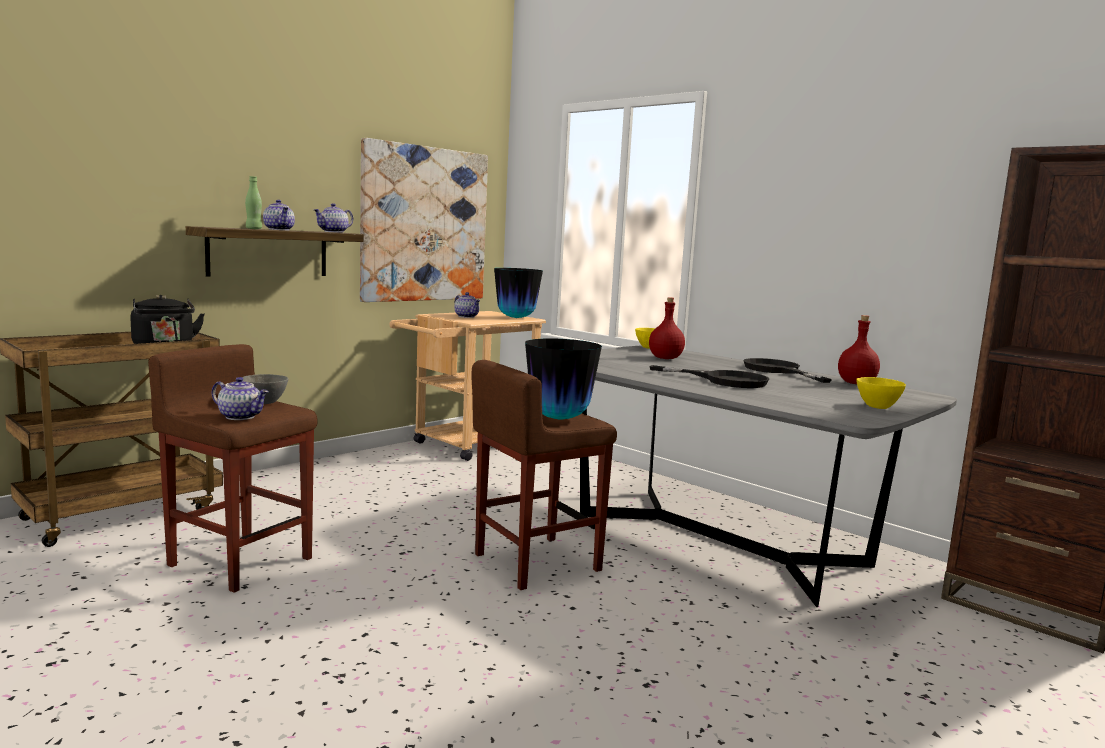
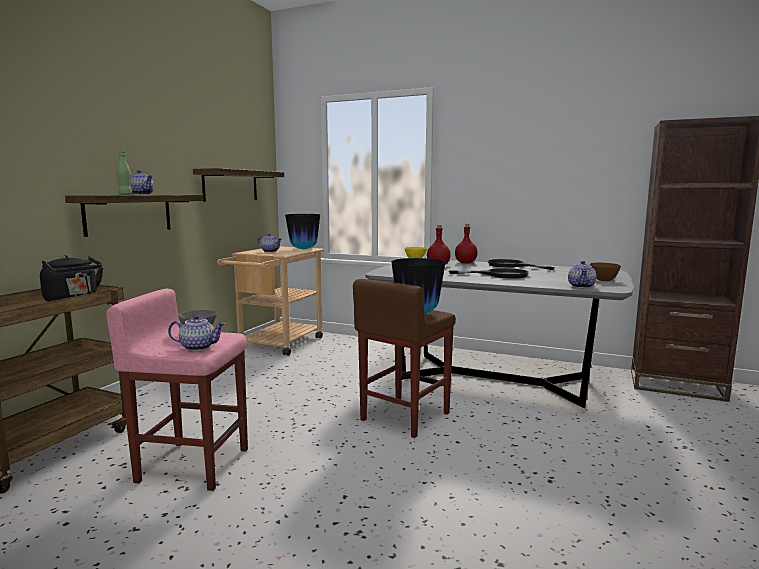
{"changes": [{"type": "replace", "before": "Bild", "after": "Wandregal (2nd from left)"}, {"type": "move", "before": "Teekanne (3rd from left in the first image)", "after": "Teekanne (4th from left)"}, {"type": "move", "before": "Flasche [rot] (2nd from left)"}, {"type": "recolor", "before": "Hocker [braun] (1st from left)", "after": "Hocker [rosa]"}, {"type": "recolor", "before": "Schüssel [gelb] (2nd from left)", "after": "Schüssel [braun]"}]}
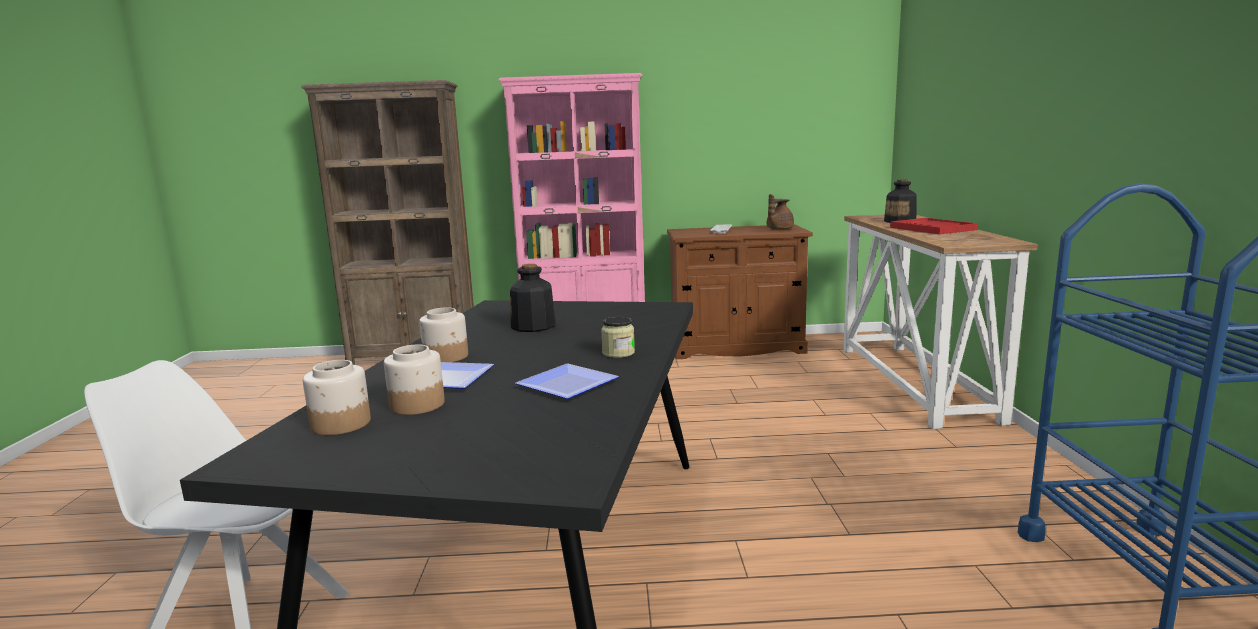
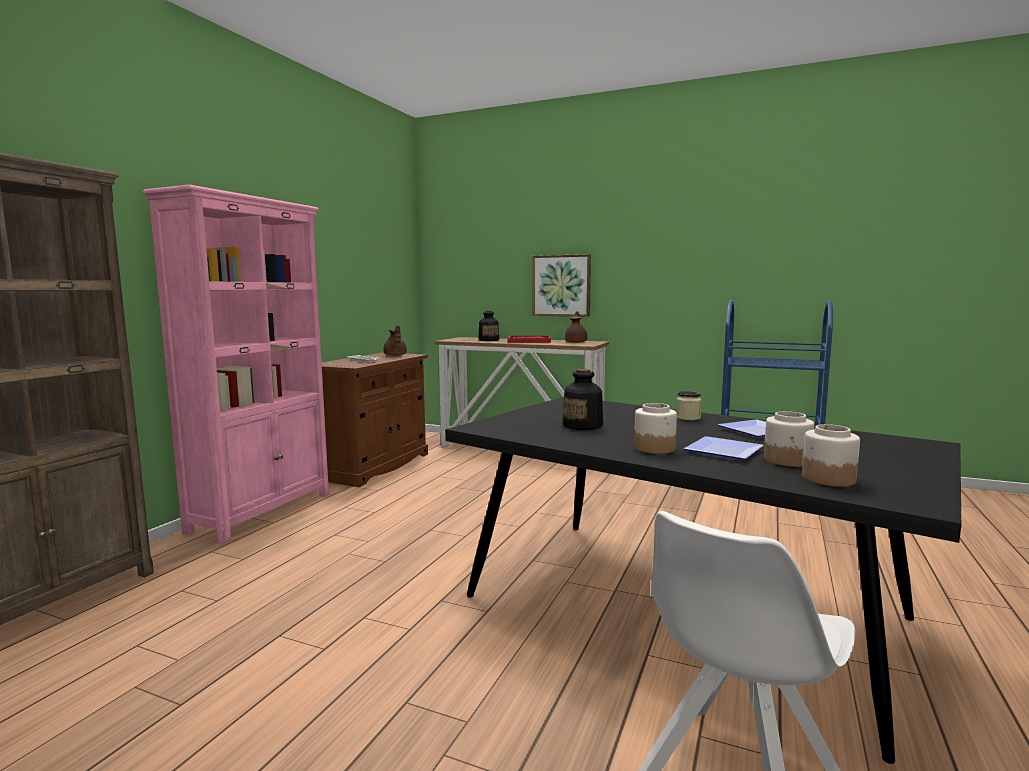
{"changes": [{"type": "insert", "after": "Bild"}, {"type": "insert", "after": "Teekanne [braun] (2nd from left)"}]}
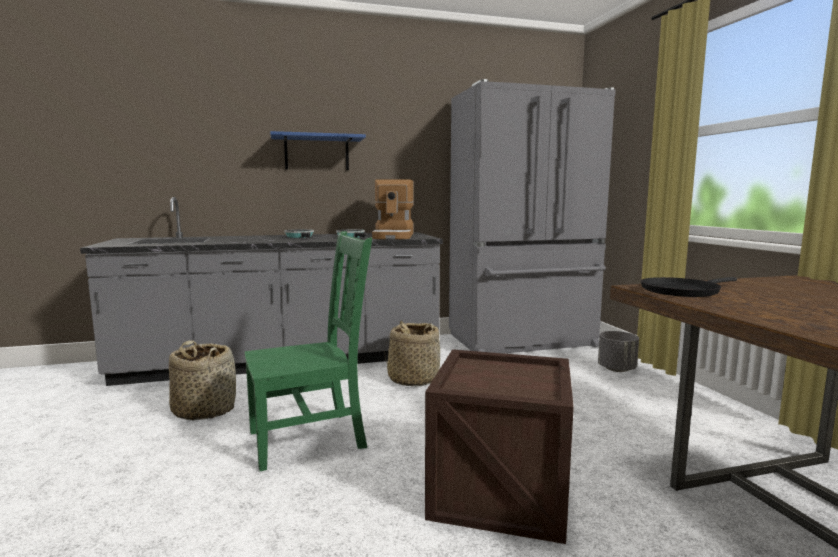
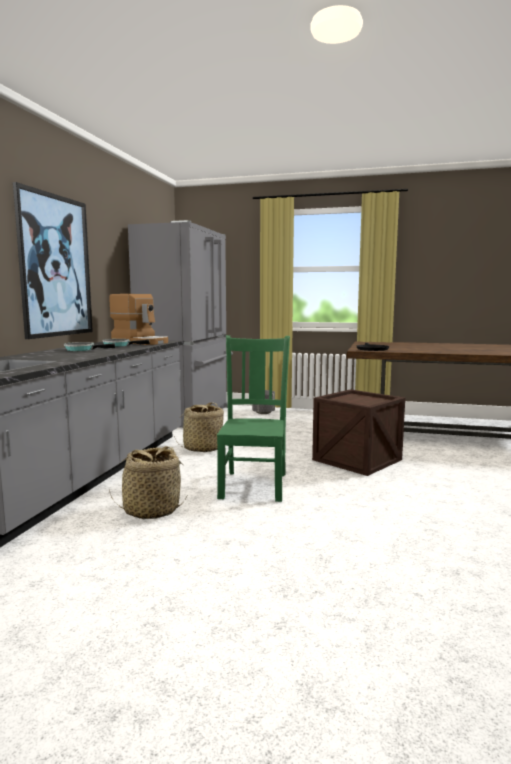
{"changes": [{"type": "replace", "before": "Wandregal [blau]", "after": "Bild"}]}
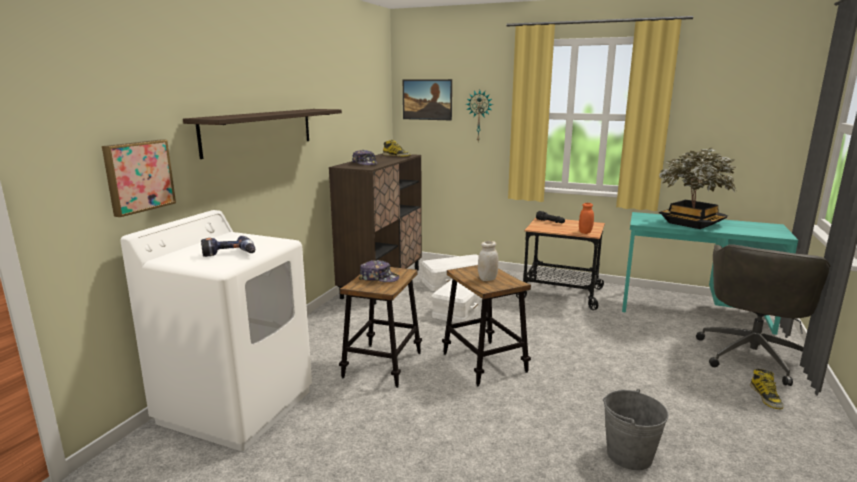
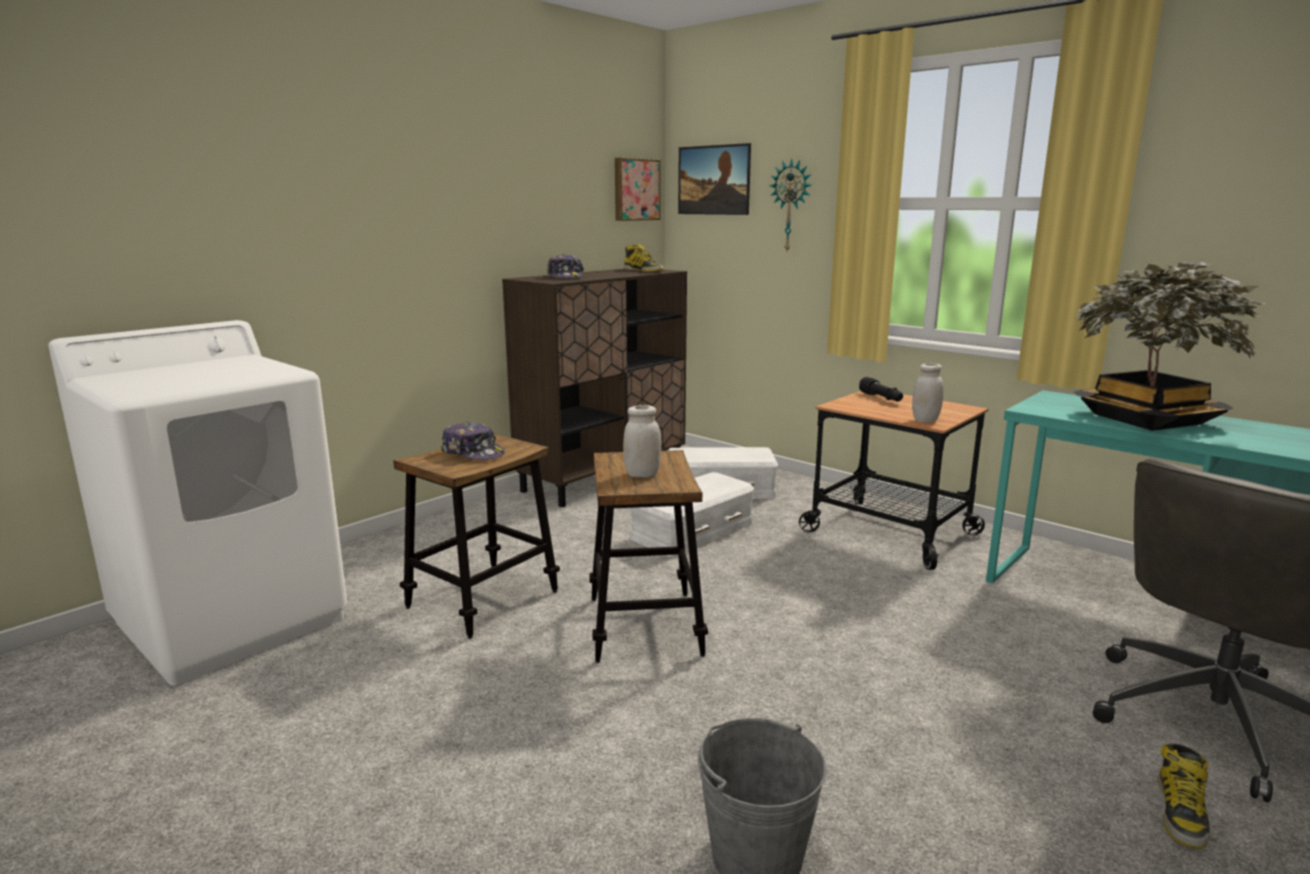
{"changes": [{"type": "delete", "before": "Wandregal"}, {"type": "move", "before": "Bild (1st from left)"}, {"type": "recolor", "before": "Vorratsglas [orange]", "after": "Vorratsglas [weiß] (2nd from left)"}, {"type": "delete", "before": "Bohrmaschine"}]}
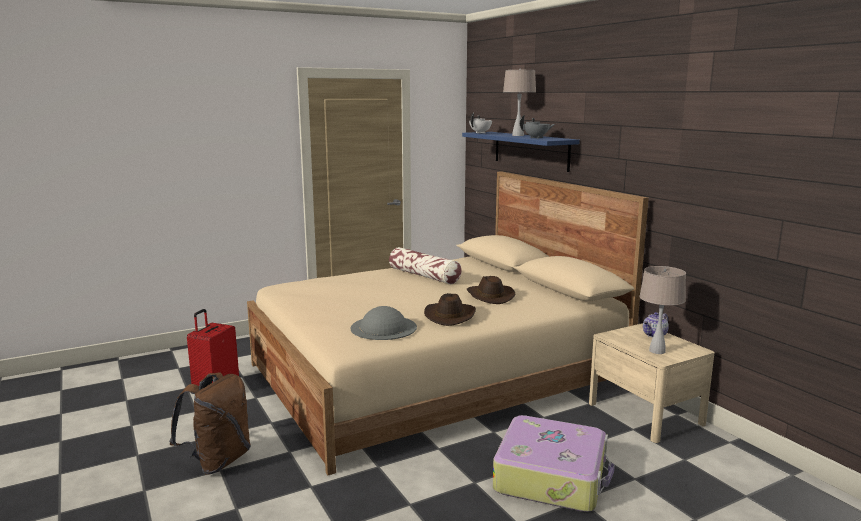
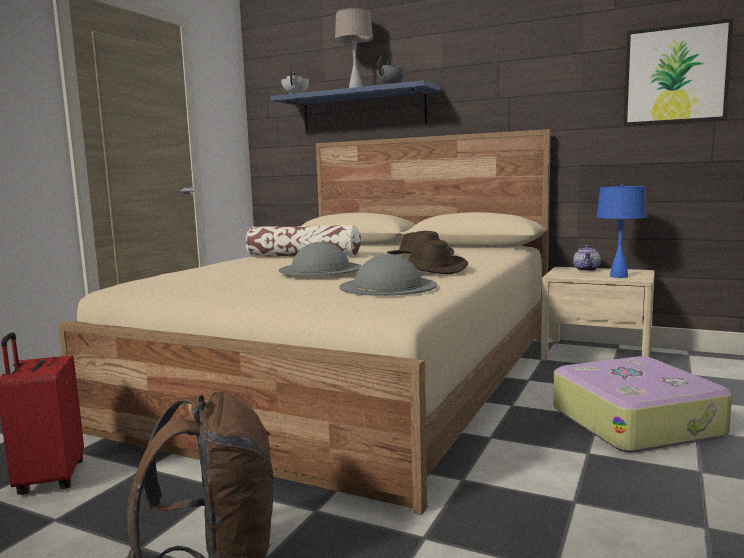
{"changes": [{"type": "recolor", "before": "Tischlampe [beige] (2nd from left)", "after": "Tischlampe [blau]"}, {"type": "insert", "after": "Bild"}, {"type": "insert", "after": "Hut [grau] (1st from left)"}]}
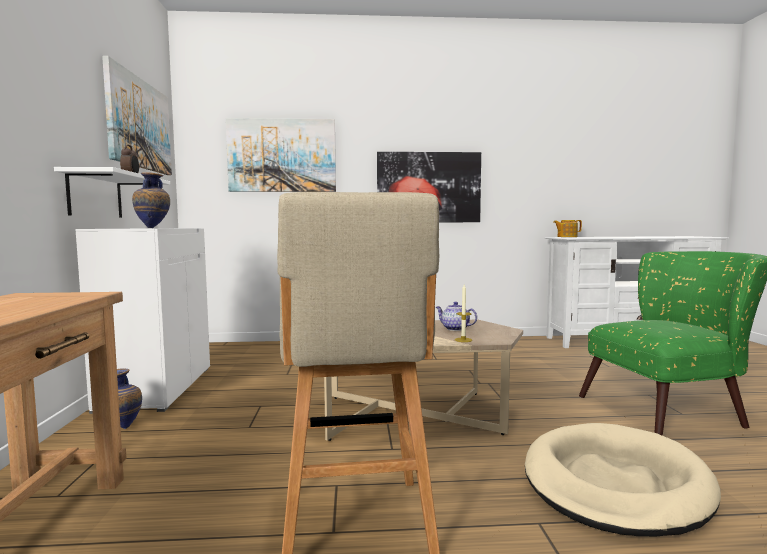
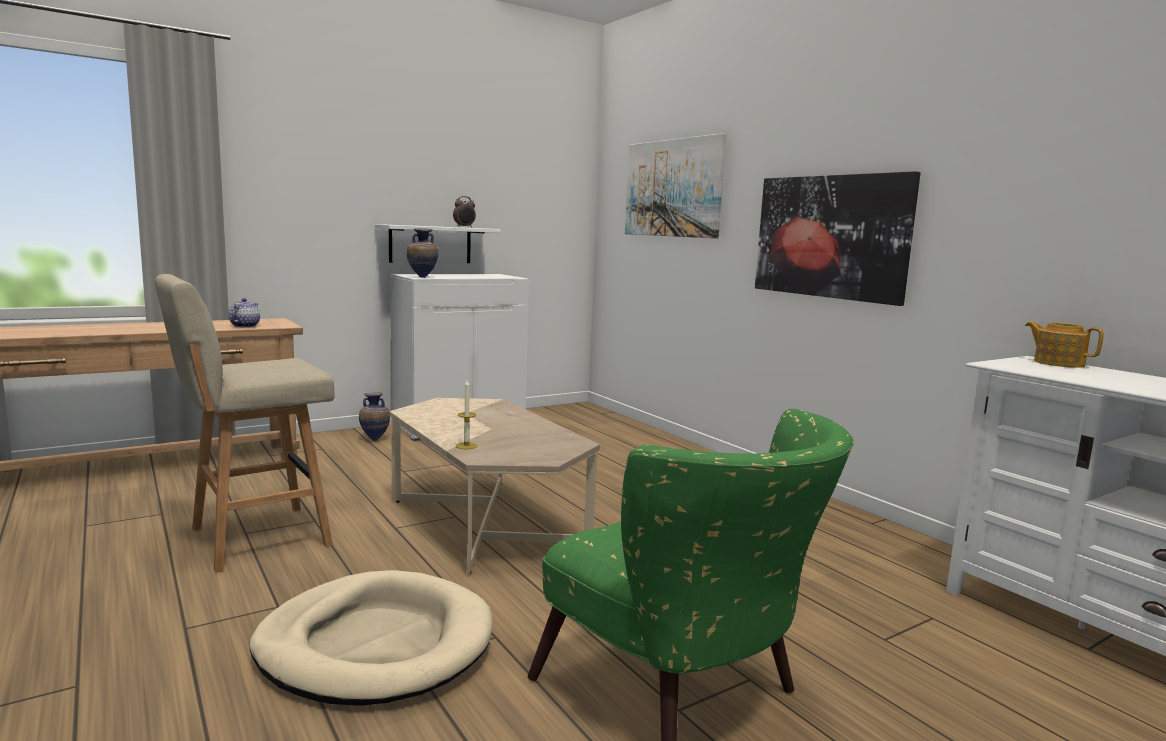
{"changes": [{"type": "delete", "before": "Bild (1st from left)"}, {"type": "move", "before": "Teekanne (1st from left)"}]}
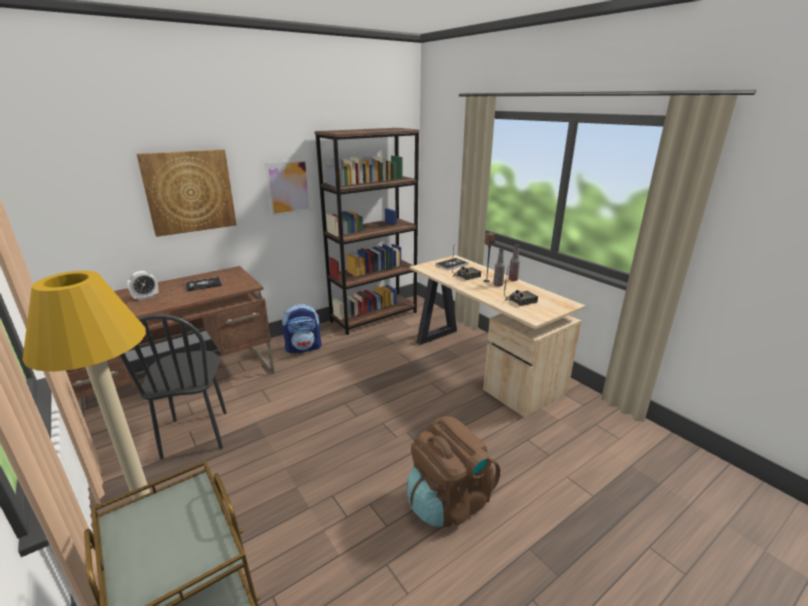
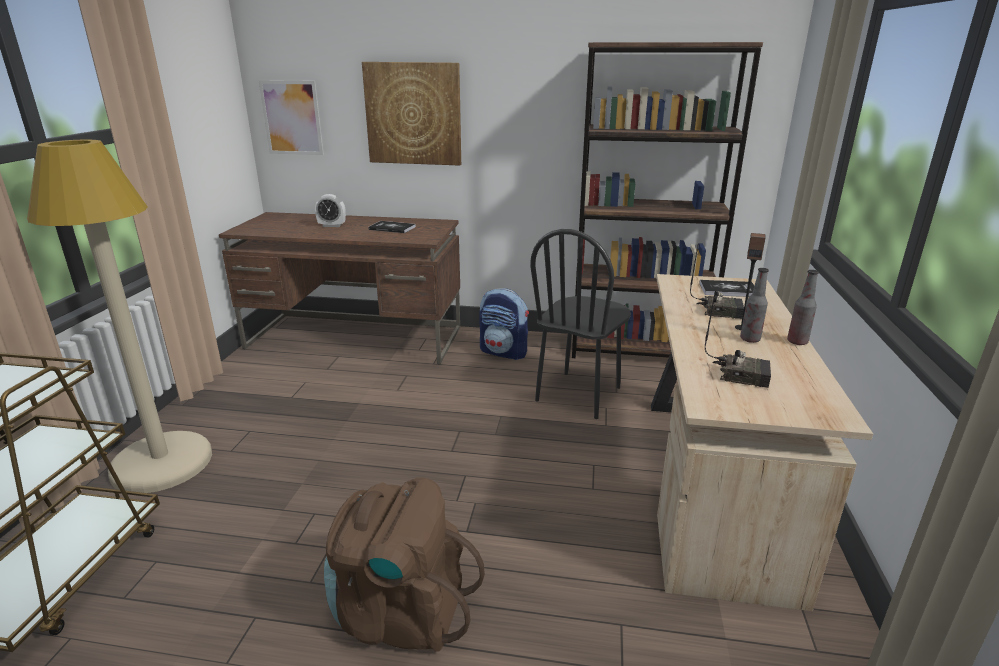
{"changes": [{"type": "move", "before": "Bild (2nd from left in the first image)", "after": "Bild (1st from left)"}, {"type": "move", "before": "Stuhl [schwarz]"}]}
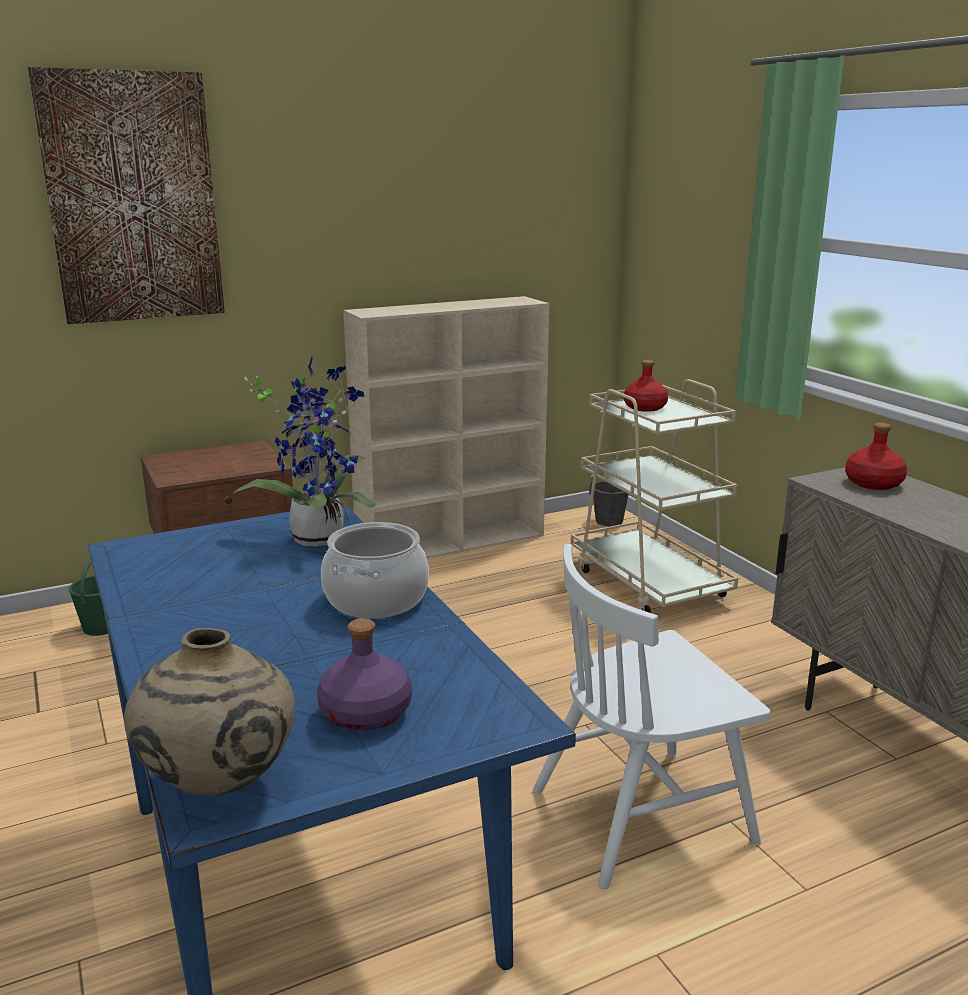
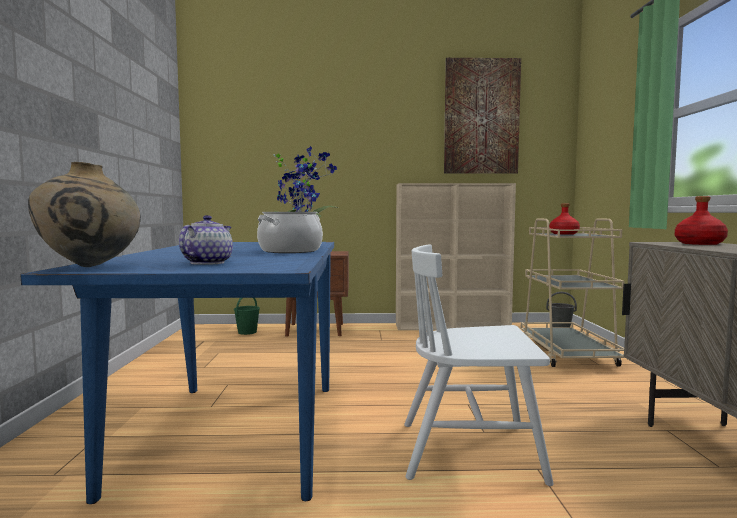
{"changes": [{"type": "move", "before": "Bild"}, {"type": "replace", "before": "Flasche [lila]", "after": "Teekanne"}]}
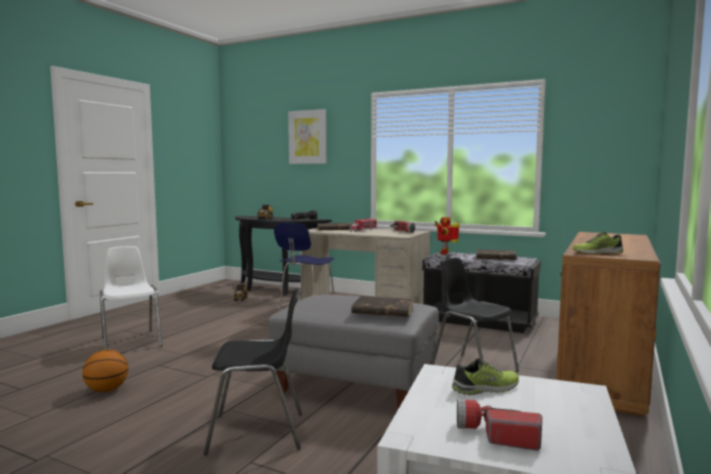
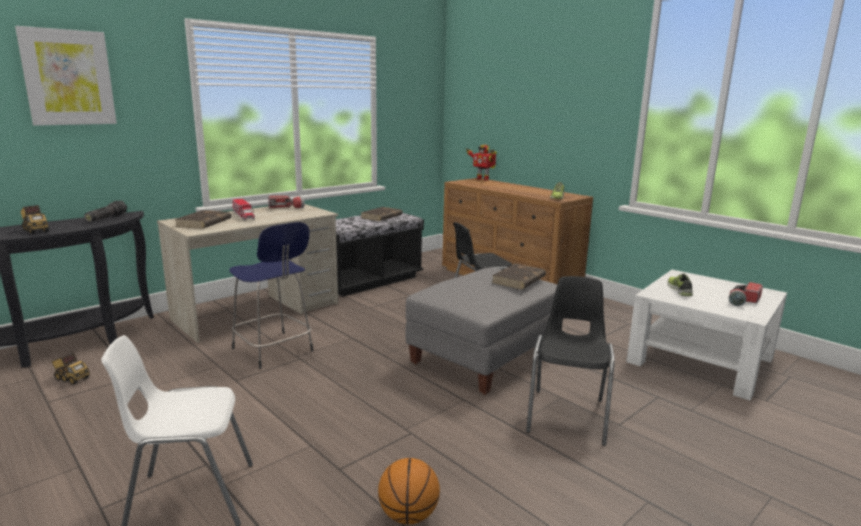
{"changes": [{"type": "move", "before": "Spielzeugroboter"}]}
